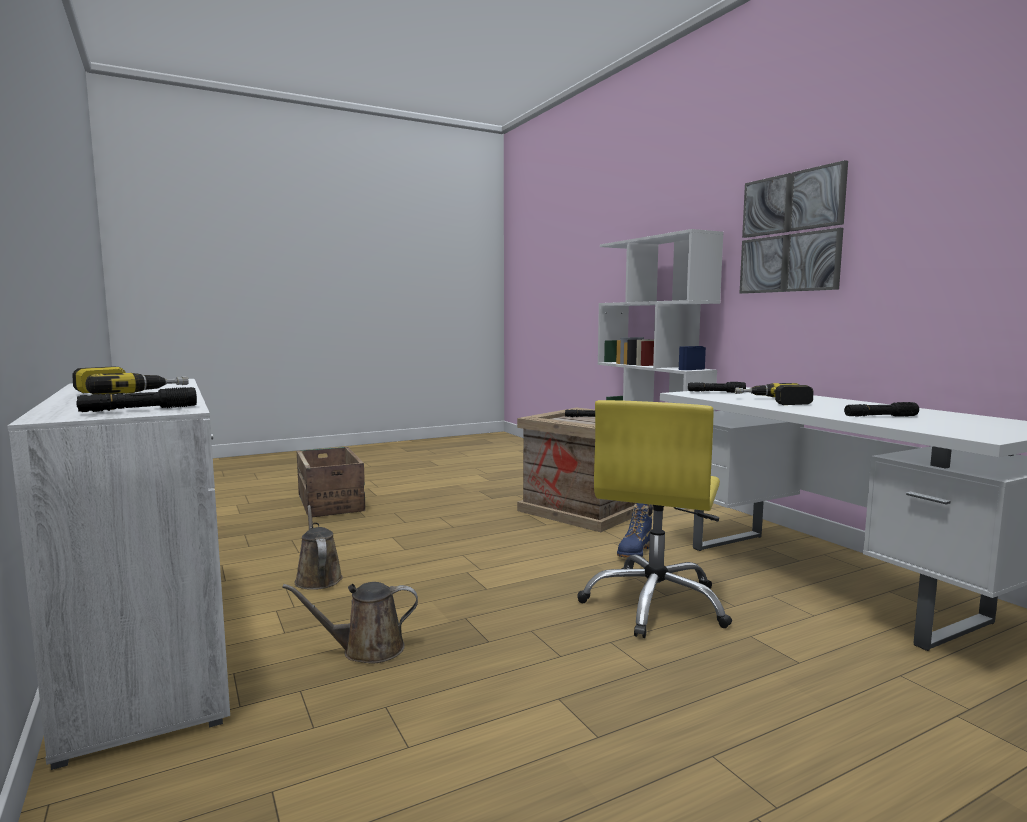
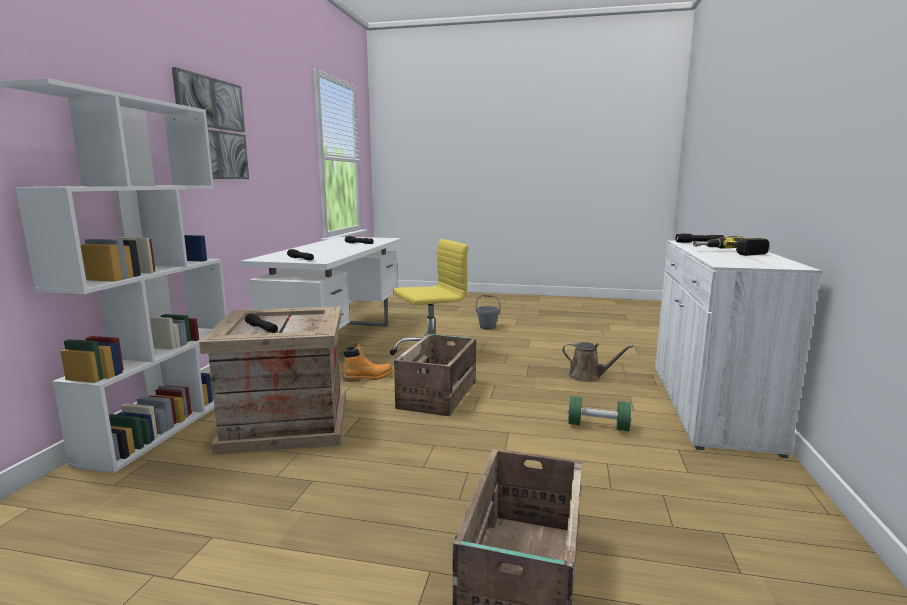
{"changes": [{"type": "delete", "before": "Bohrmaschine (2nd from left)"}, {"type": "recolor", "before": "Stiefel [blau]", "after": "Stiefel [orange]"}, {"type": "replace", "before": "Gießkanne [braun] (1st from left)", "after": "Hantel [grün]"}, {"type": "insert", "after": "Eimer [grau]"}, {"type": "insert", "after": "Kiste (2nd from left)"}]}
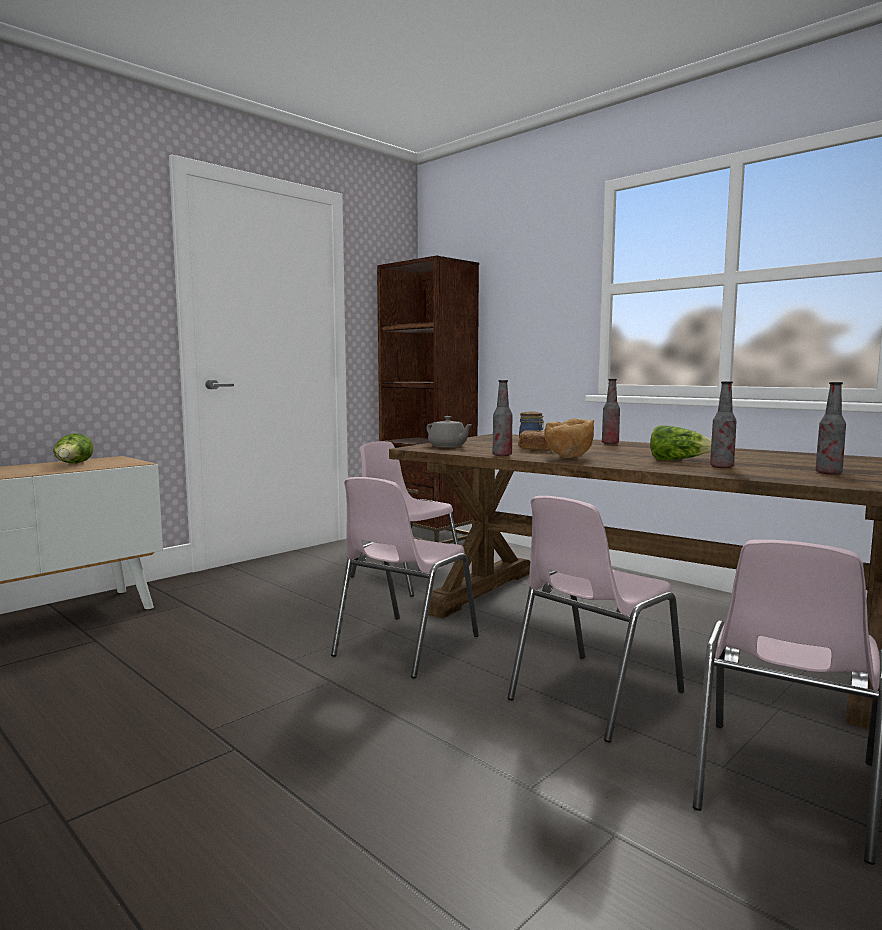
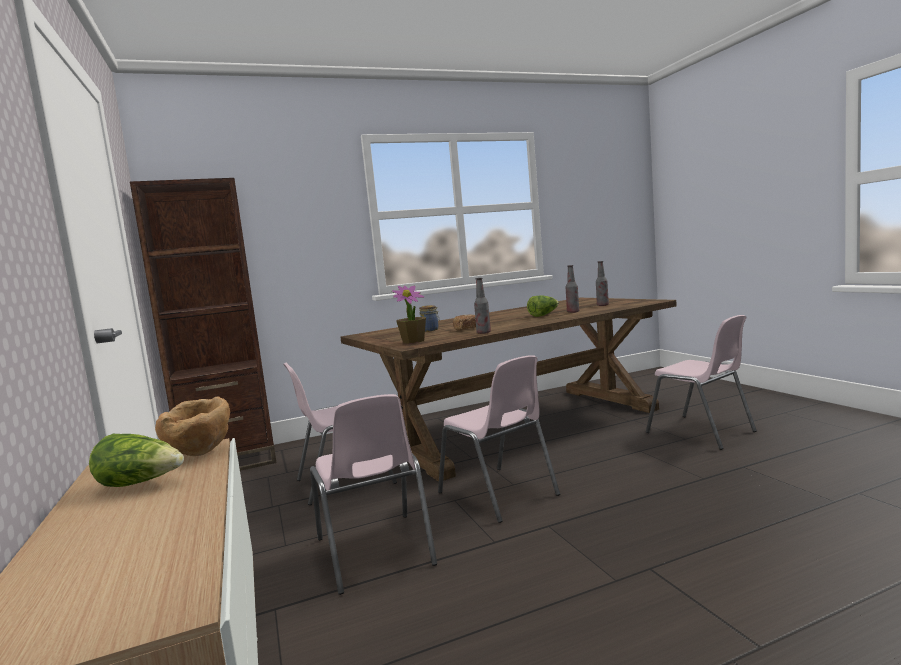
{"changes": [{"type": "delete", "before": "Flasche (2nd from left)"}, {"type": "replace", "before": "Teekanne [grau]", "after": "Topfpflanze"}, {"type": "move", "before": "Schüssel [braun]"}, {"type": "move", "before": "Stuhl [rosa] (3rd from left in the first image)", "after": "Stuhl [rosa] (2nd from left)"}]}
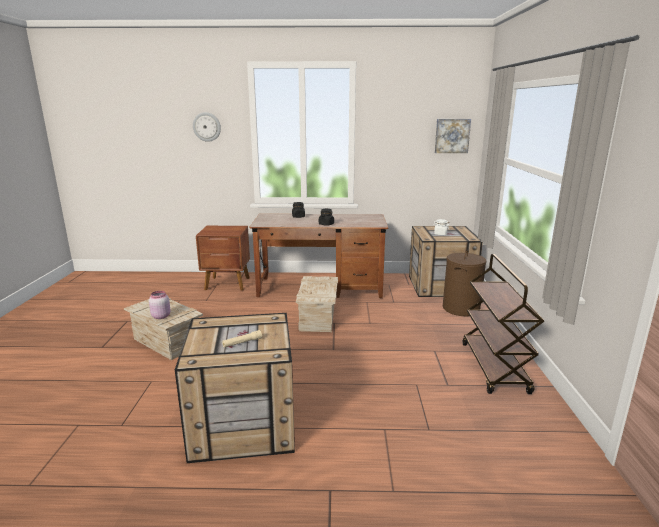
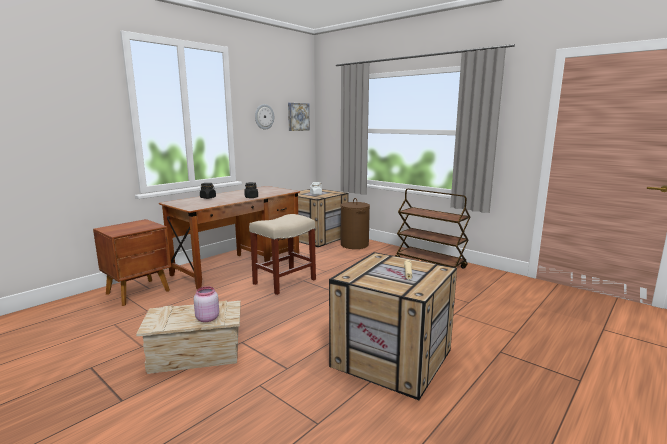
{"changes": [{"type": "move", "before": "Wanduhr"}, {"type": "replace", "before": "Kiste (3rd from left)", "after": "Hocker [beige]"}]}
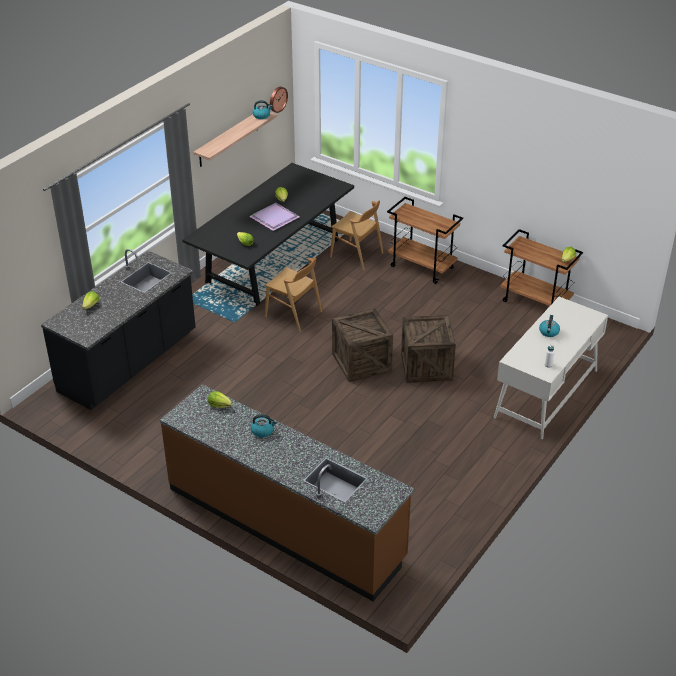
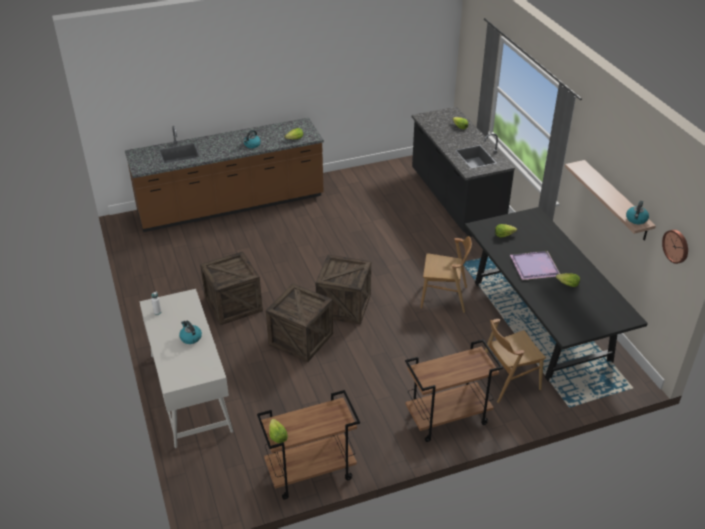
{"changes": [{"type": "rotate", "before": "Stuhl [braun] (1st from left)", "turn": -150}, {"type": "insert", "after": "Kiste (1st from left)"}]}
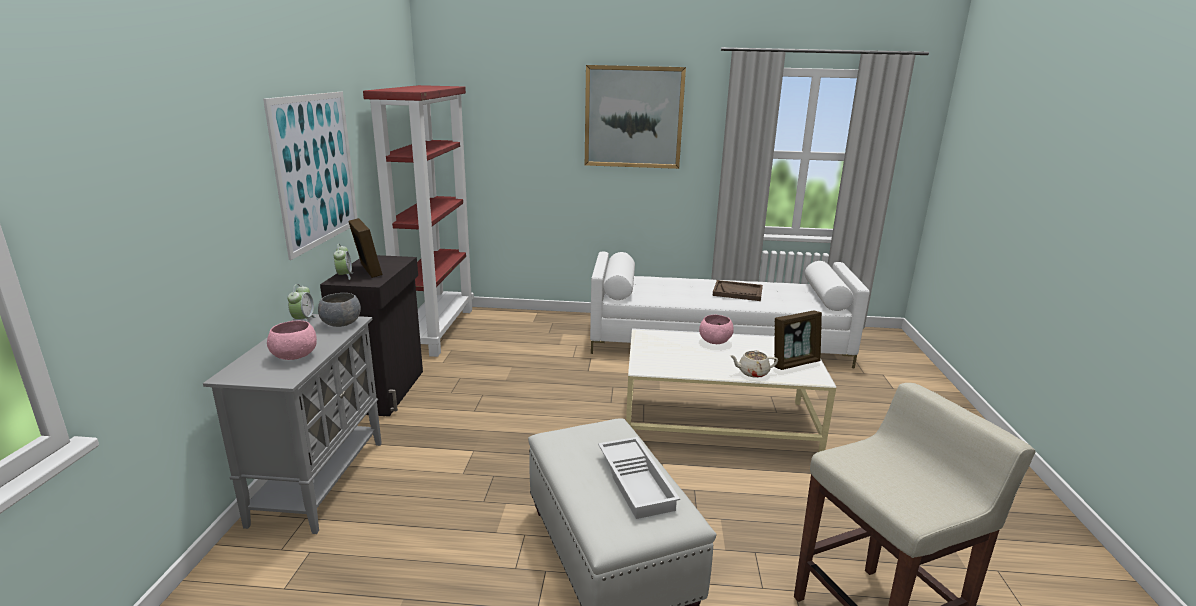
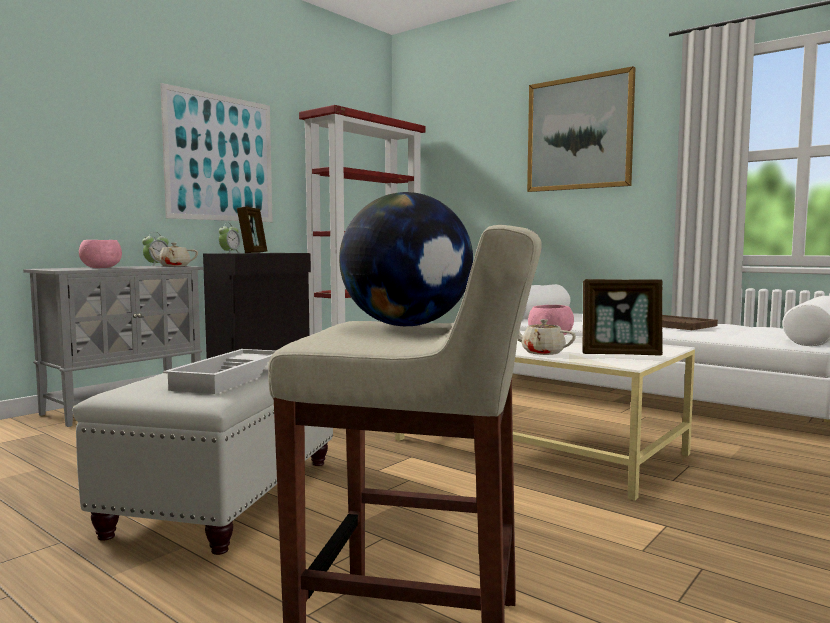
{"changes": [{"type": "replace", "before": "Schüssel [grau]", "after": "Teekanne [beige] (1st from left)"}, {"type": "insert", "after": "Globus"}]}
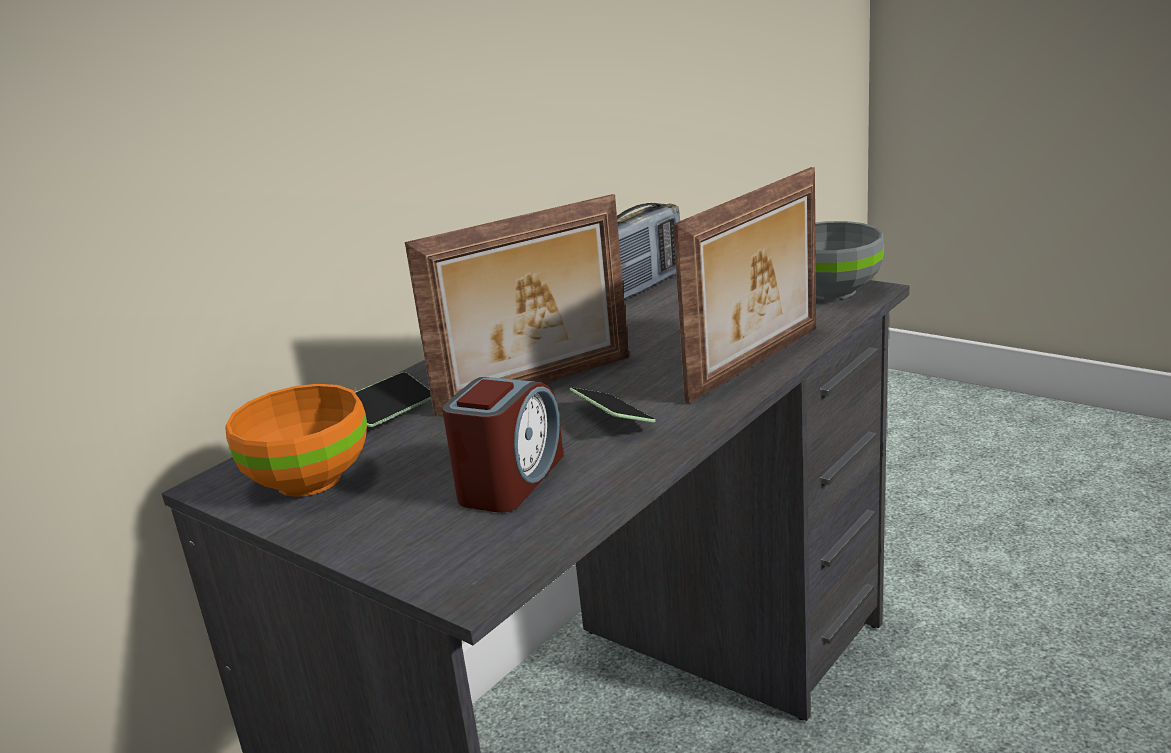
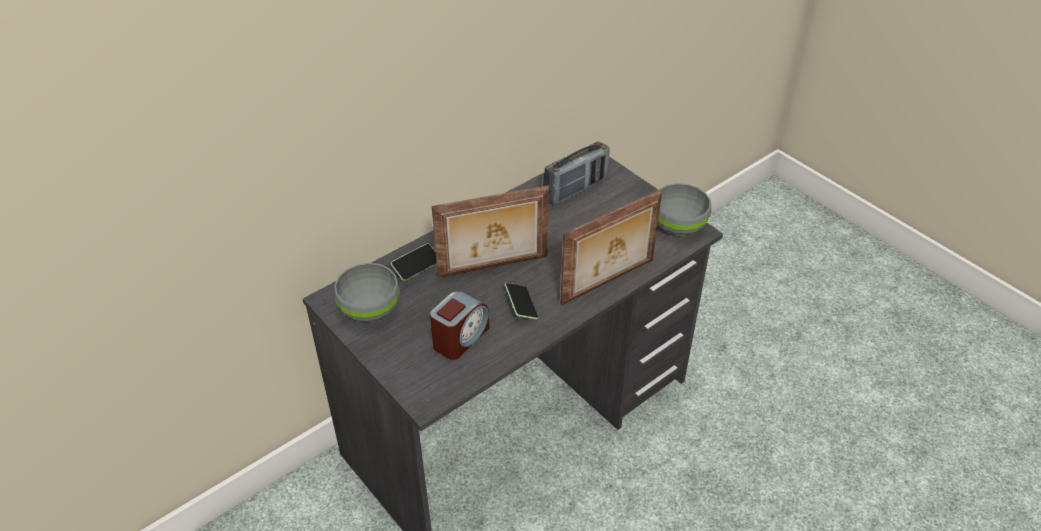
{"changes": [{"type": "recolor", "before": "Schüssel [orange]", "after": "Schüssel [grau] (1st from left)"}]}
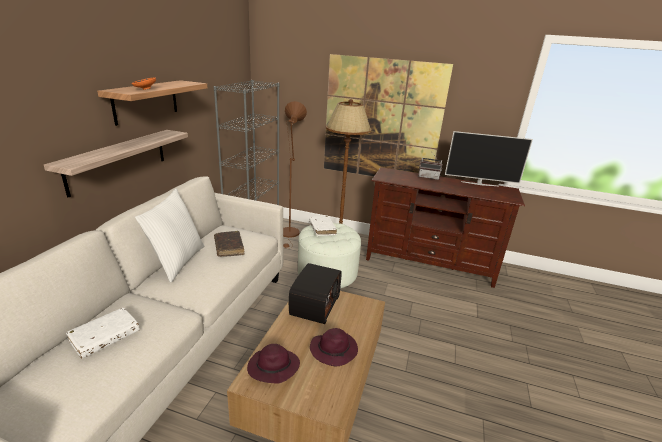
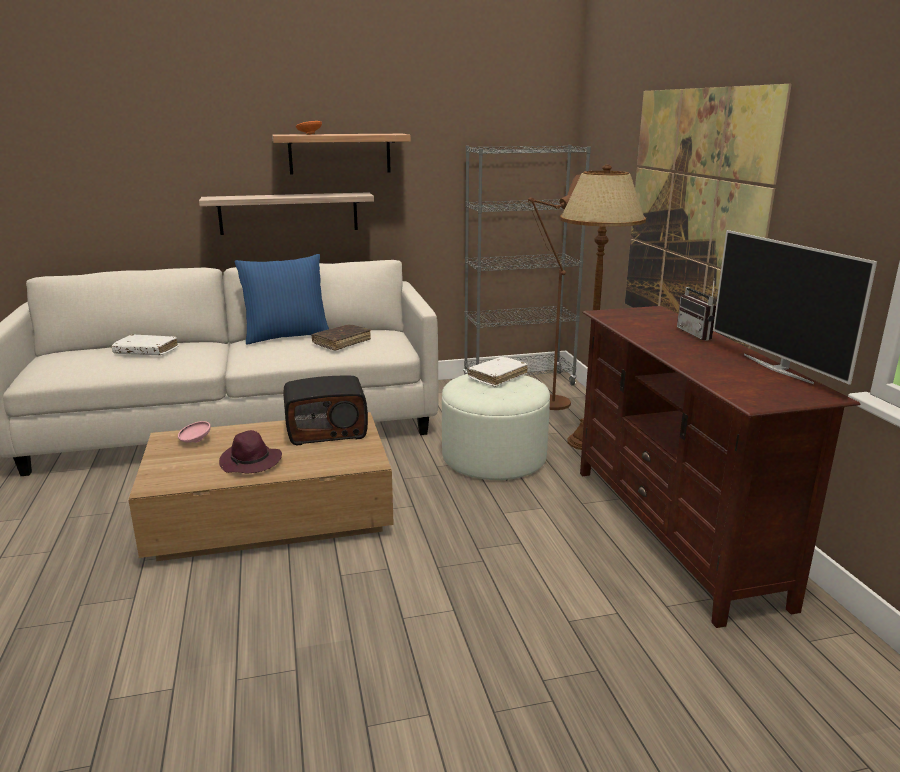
{"changes": [{"type": "recolor", "before": "Kissen [weiß]", "after": "Kissen [blau]"}, {"type": "replace", "before": "Hut [lila] (1st from left)", "after": "Schüssel [rosa]"}]}
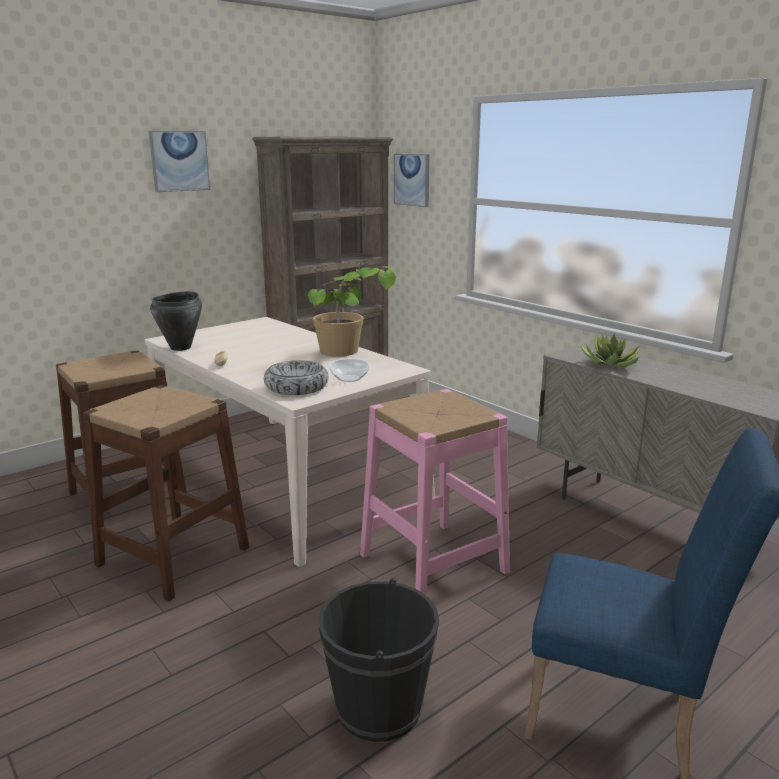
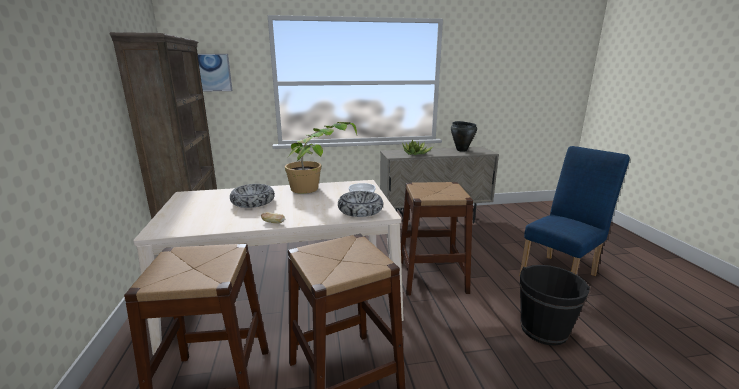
{"changes": [{"type": "delete", "before": "Bild (1st from left)"}, {"type": "move", "before": "Kochtopf [schwarz]"}, {"type": "recolor", "before": "Hocker [rosa]", "after": "Hocker [braun] (3rd from left)"}, {"type": "insert", "after": "Schüssel (1st from left)"}]}
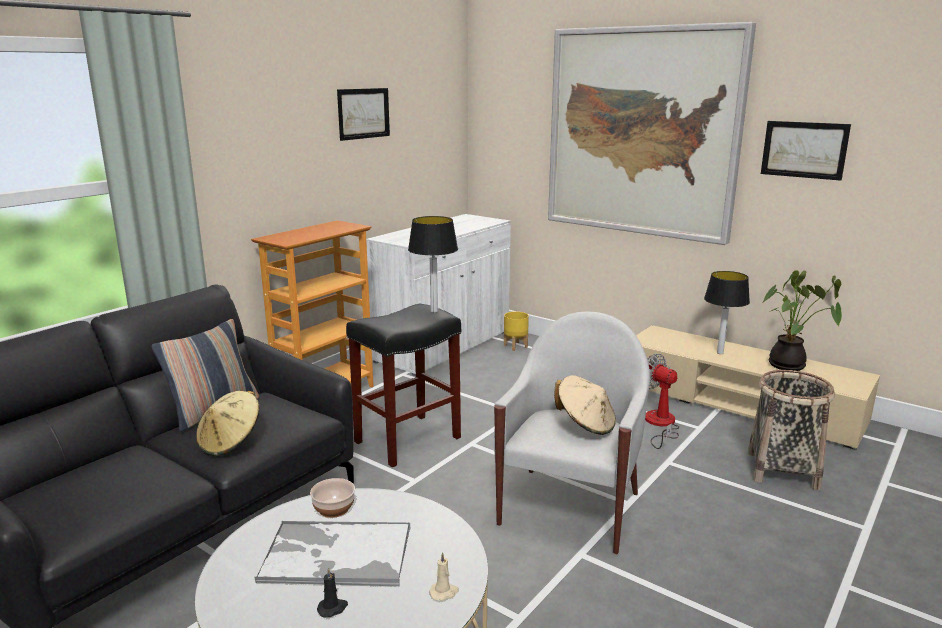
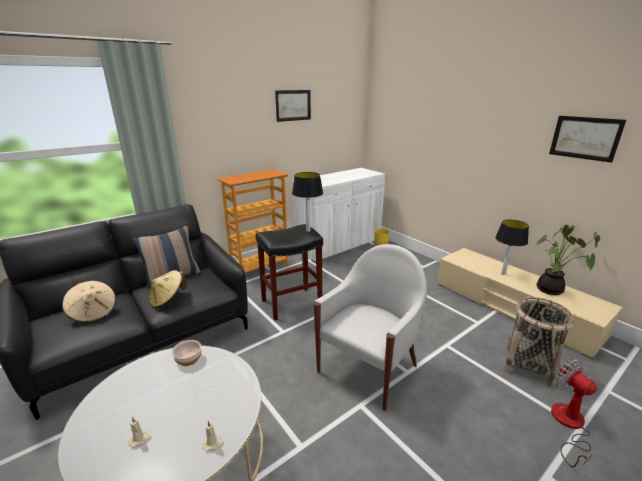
{"changes": [{"type": "delete", "before": "Bild (2nd from left)"}, {"type": "move", "before": "Ventilator"}, {"type": "move", "before": "Hut [beige] (2nd from left in the first image)", "after": "Hut [beige] (1st from left)"}, {"type": "delete", "before": "Tablett"}, {"type": "recolor", "before": "Kerze [schwarz]", "after": "Kerze [beige] (1st from left)"}]}
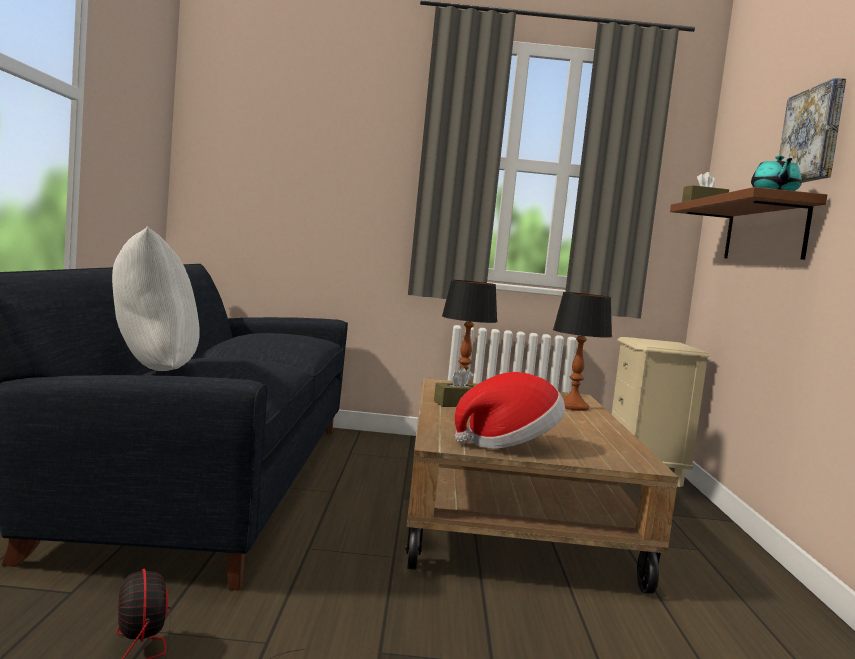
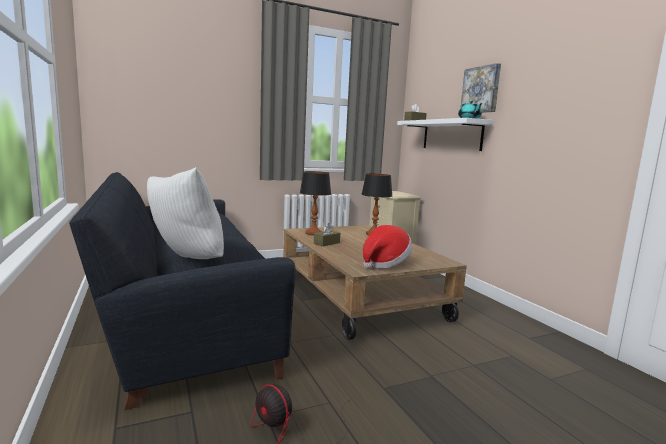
{"changes": [{"type": "recolor", "before": "Wandregal [braun]", "after": "Wandregal [weiß]"}]}
